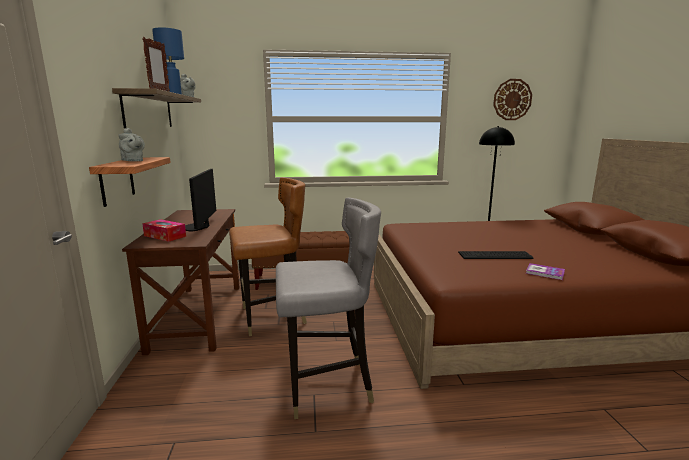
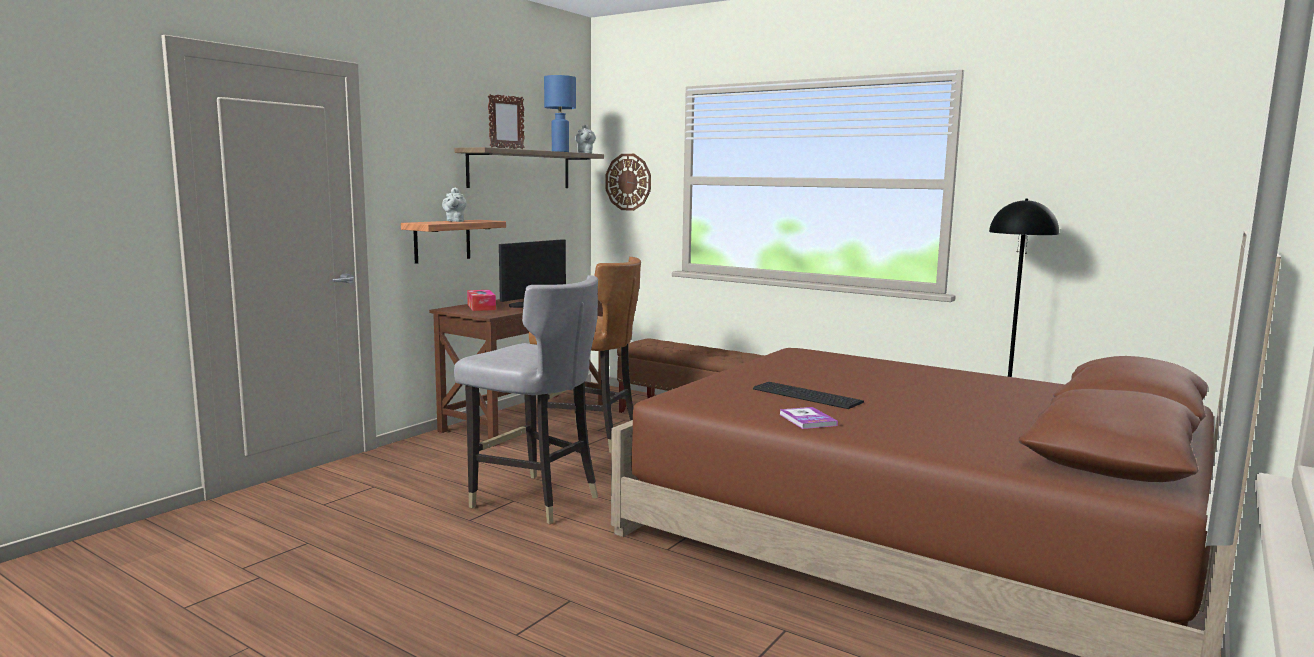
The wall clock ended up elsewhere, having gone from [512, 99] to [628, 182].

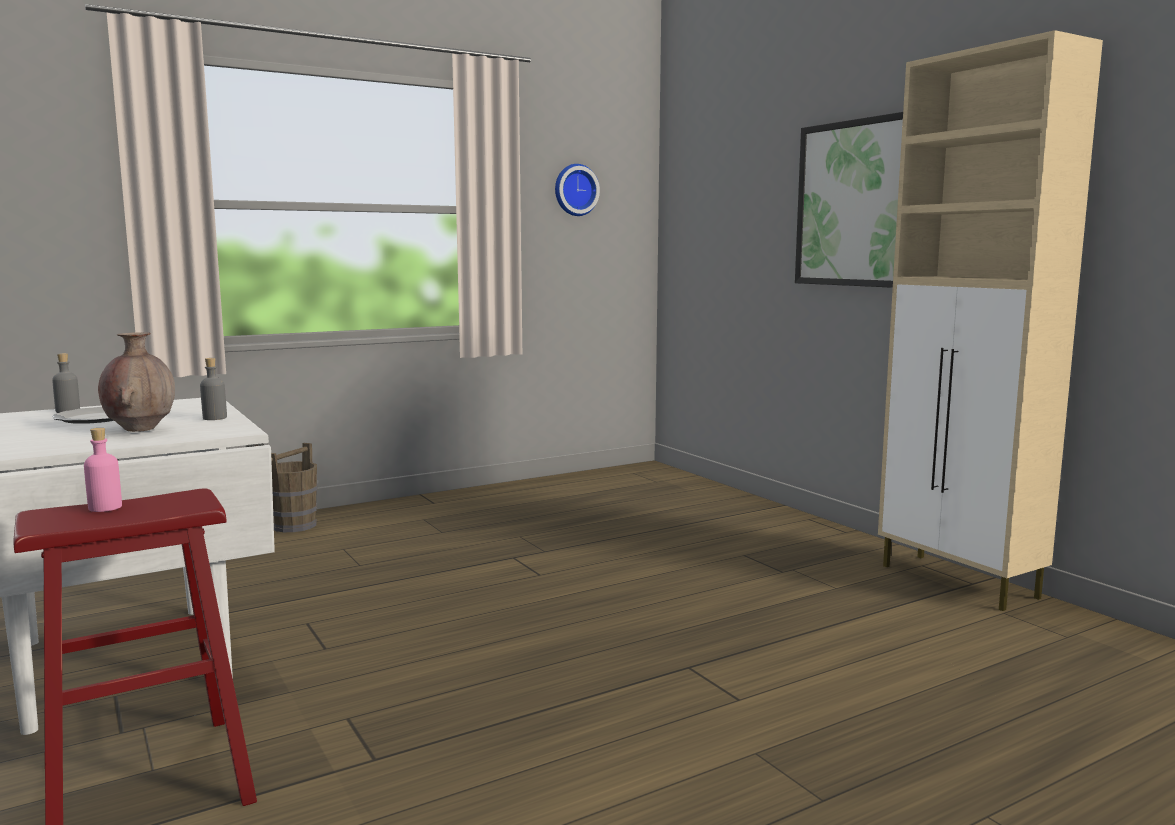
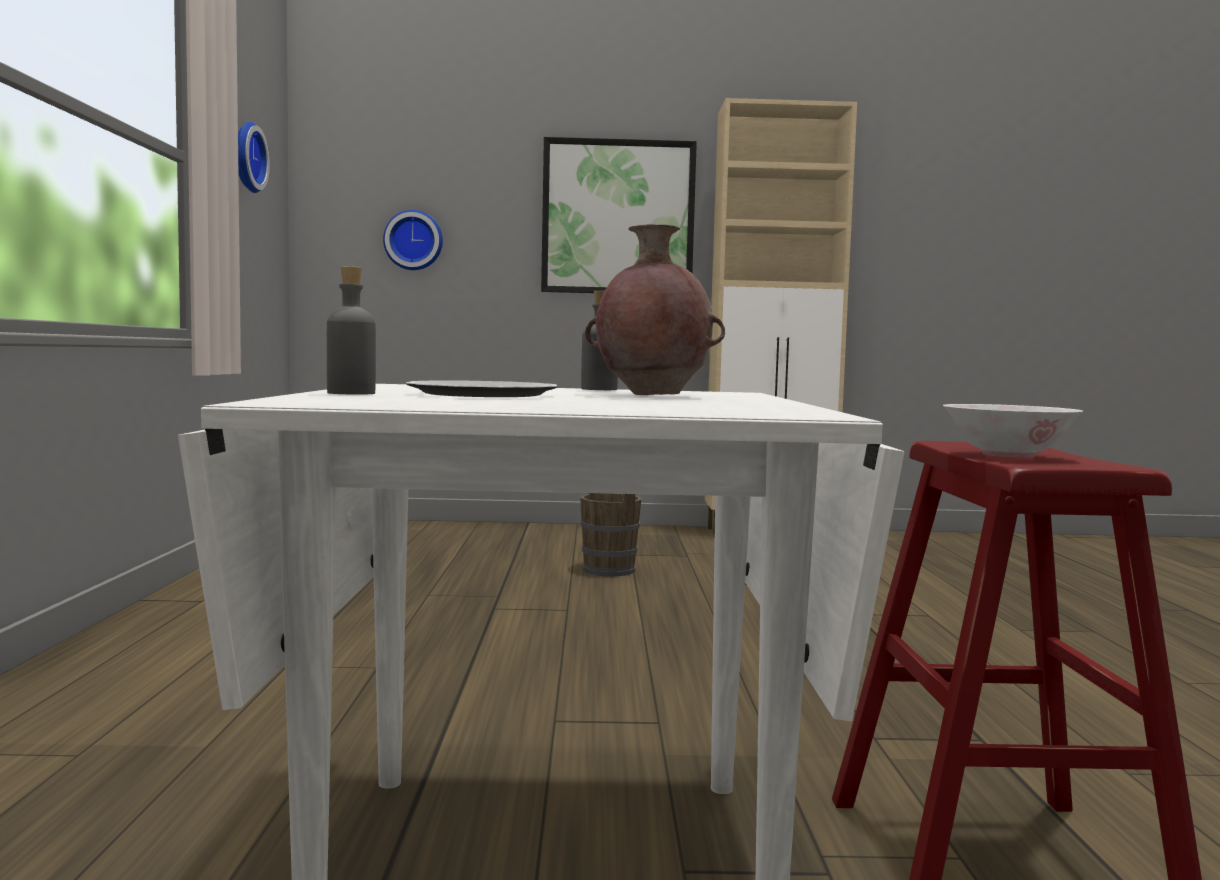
Where the pinkish beverage bottle stood at [103, 470], the white-coloured deep dish came to stand at [1013, 431].
The brownish bucket ended up elsewhere, having gone from [294, 487] to [610, 535].
The second view gained the wall clock at [413, 240].

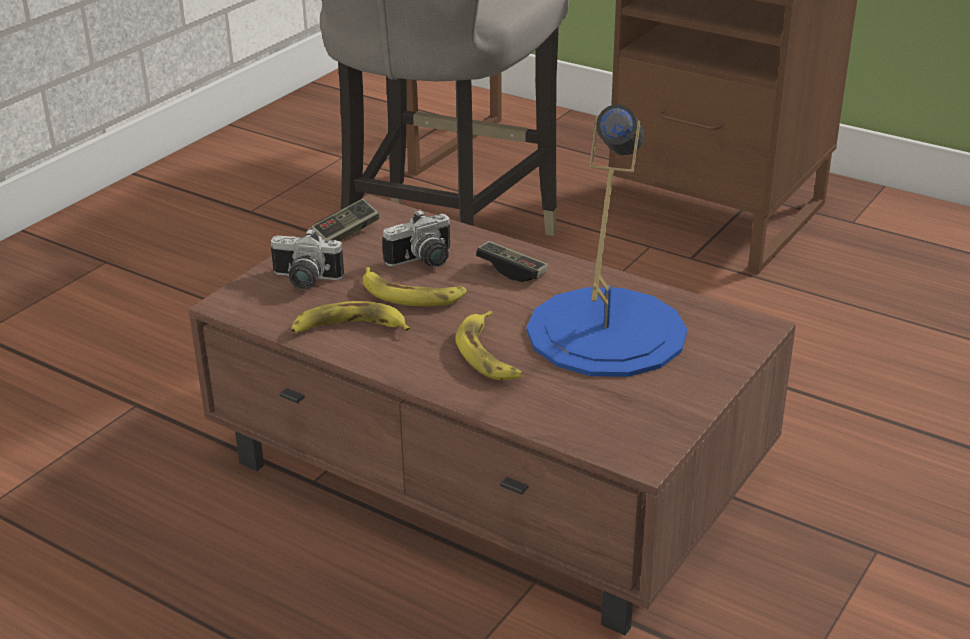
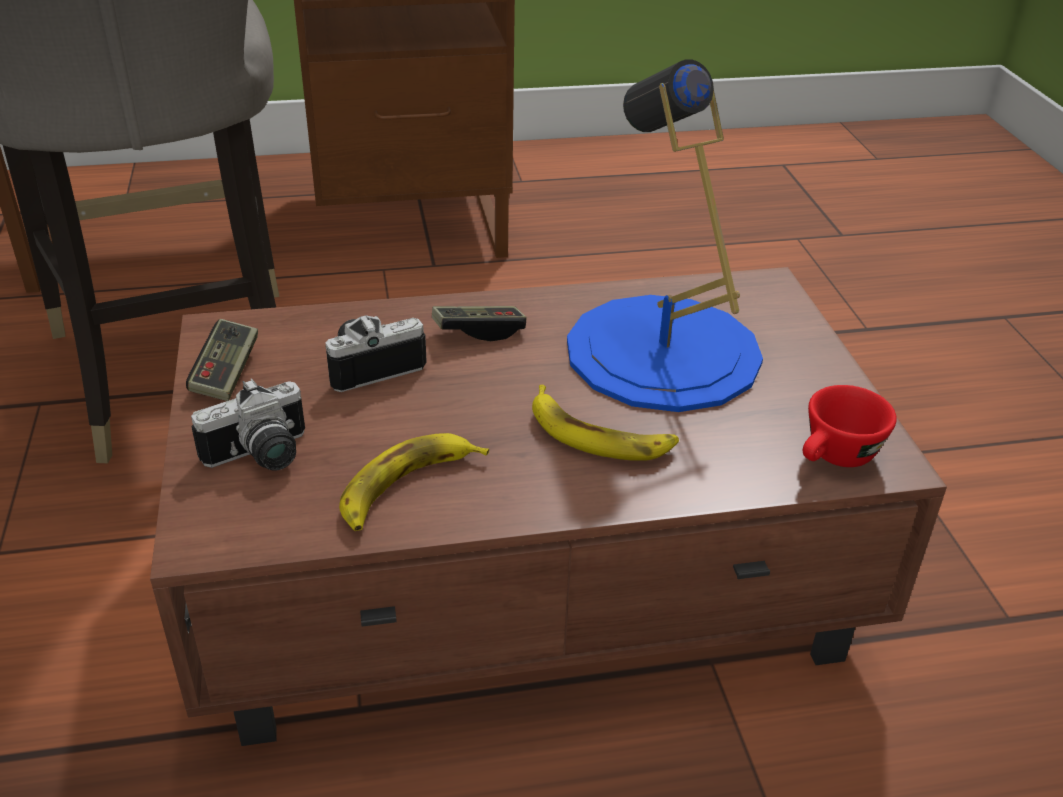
The second view lost the whole banana at [414, 287].
The still camera at [416, 238] ended up facing another way, 135 degrees counterclockwise from before.
The second view gained the reddish small cup at [850, 426].

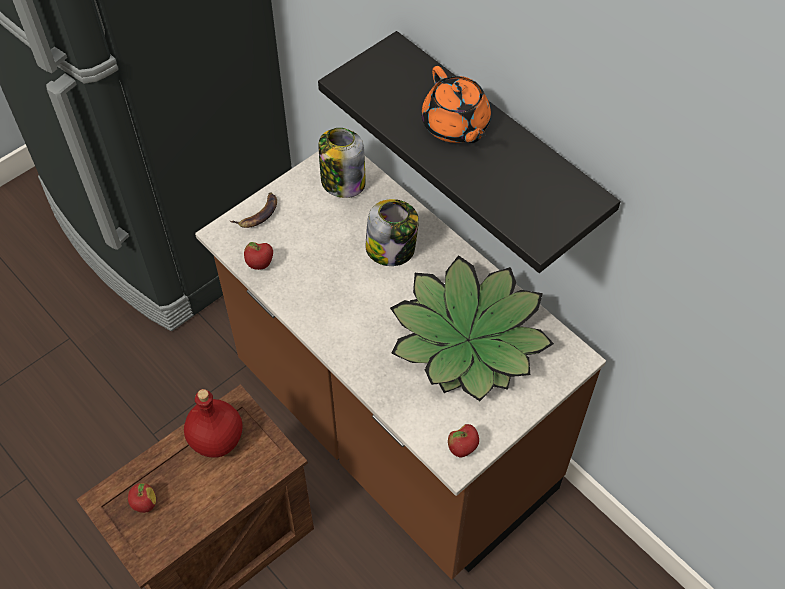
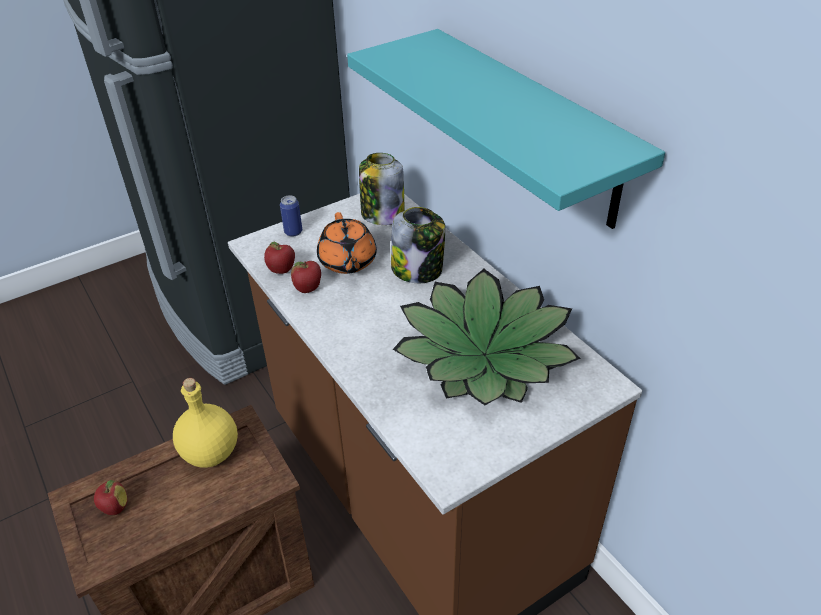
What was the reddish beverage bottle at [213, 423] turned into the yellowish beverage bottle at [205, 423].
Where the whole banana stood at [253, 210], the metal can came to stand at [291, 216].
What was the blackish bracket shelf at [469, 152] turned into the blue-green bracket shelf at [506, 129].
The orangey teapot ended up elsewhere, having gone from [456, 104] to [347, 243].
The whole apple ended up elsewhere, having gone from [463, 440] to [306, 277].

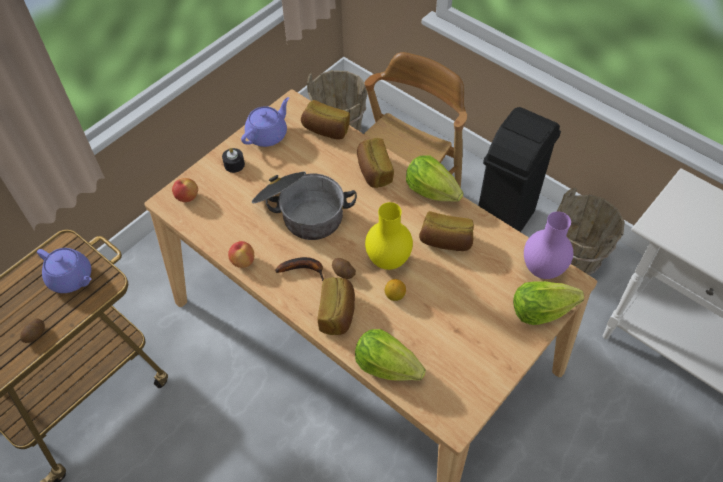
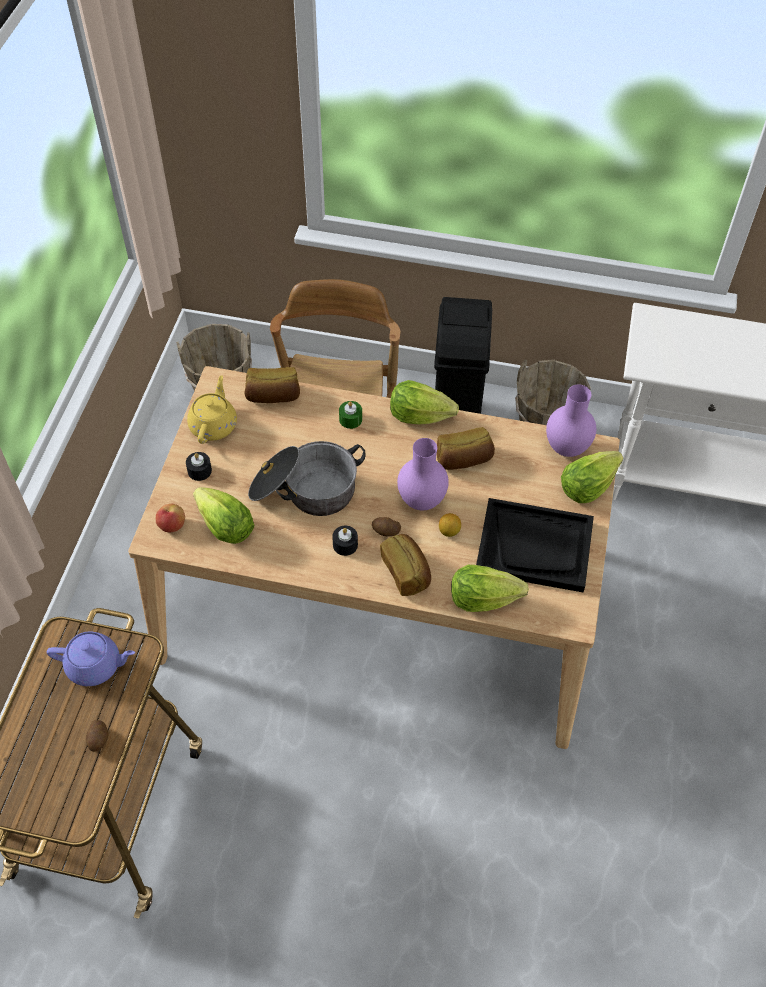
The second view lost the whole apple at [241, 254].
What was the purplish teapot at [265, 122] turned into the yellowish teapot at [212, 409].
Where the whole banana stood at [299, 269], the blackish wax candle came to stand at [345, 541].
Where the bread stood at [375, 163], the greenish wax candle came to stand at [350, 415].
What was the yellowish vase at [389, 236] turned into the purplish vase at [423, 474].
The second view gained the lettuce at [224, 515].
The second view gained the blackish serving tray at [535, 545].

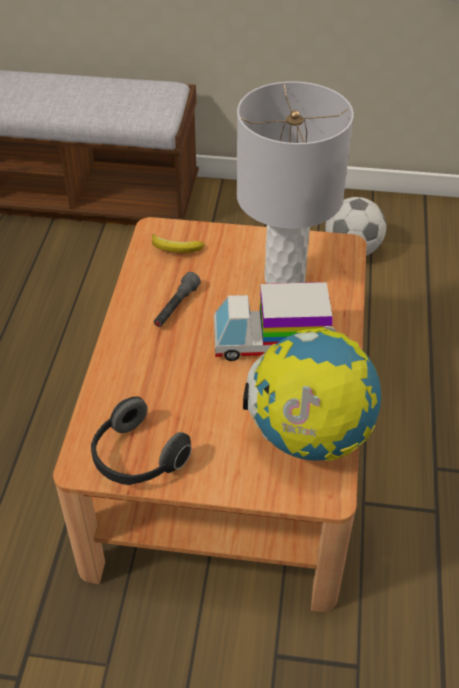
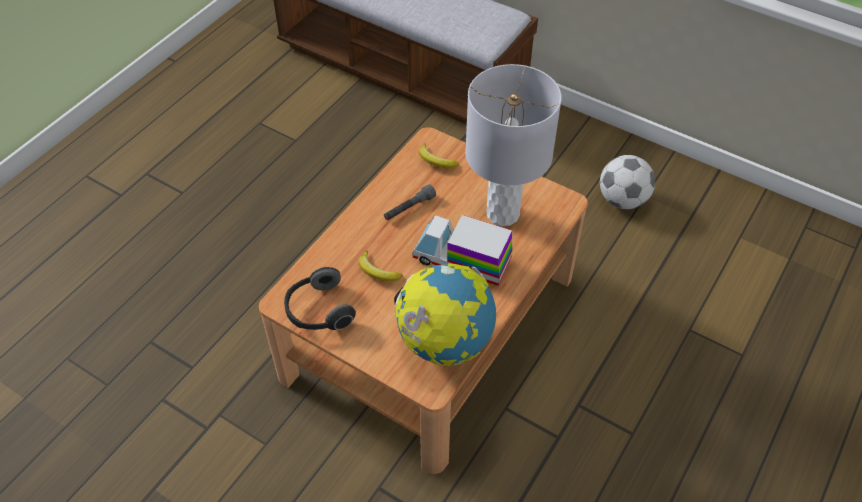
The second view gained the whole banana at [380, 266].

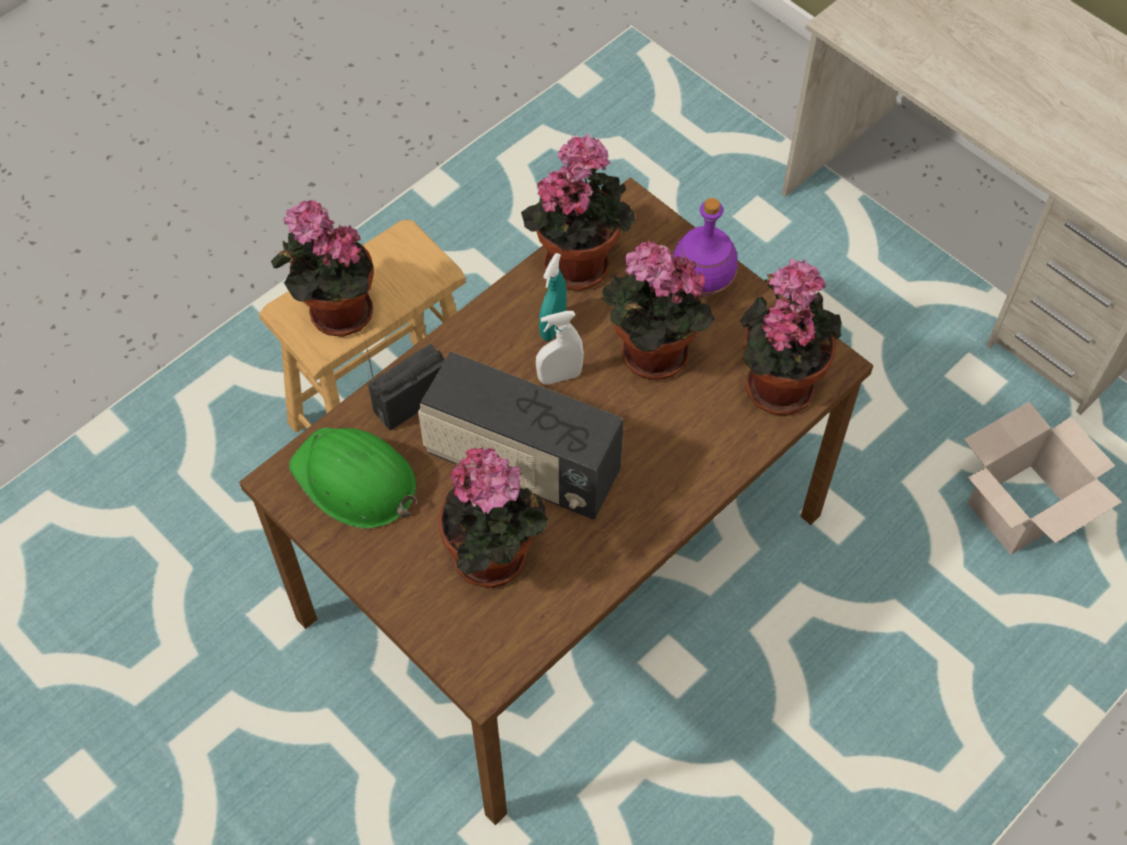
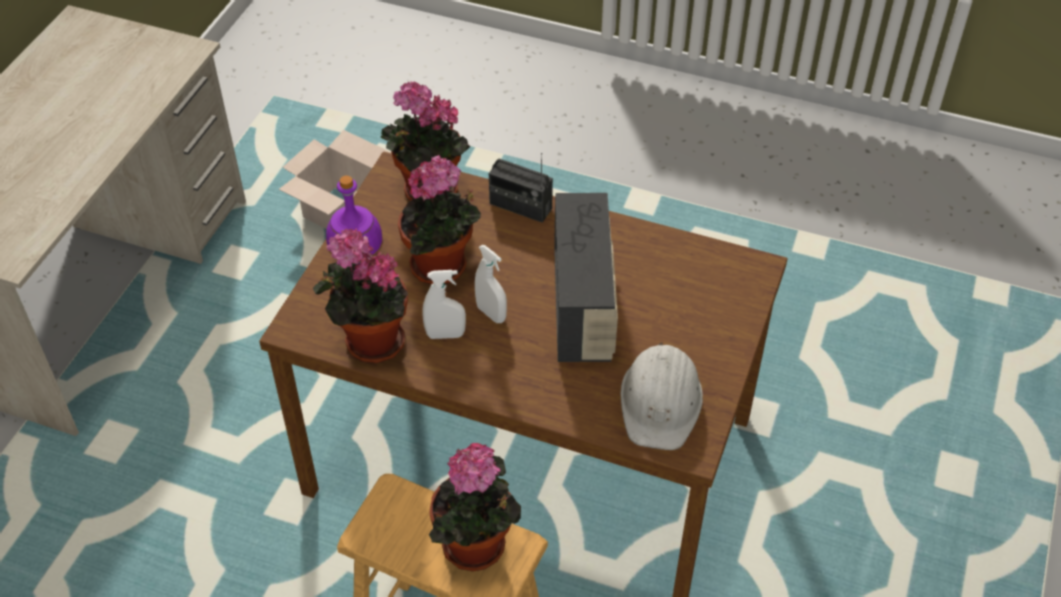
What was the greenish work helmet at [353, 478] turned into the white-coloured work helmet at [662, 396].
The radio receiver ended up elsewhere, having gone from [406, 387] to [521, 188].
The second view lost the potted plant at [493, 517].
What was the blue-green hand sprayer at [552, 297] turned into the white-coloured hand sprayer at [444, 304].

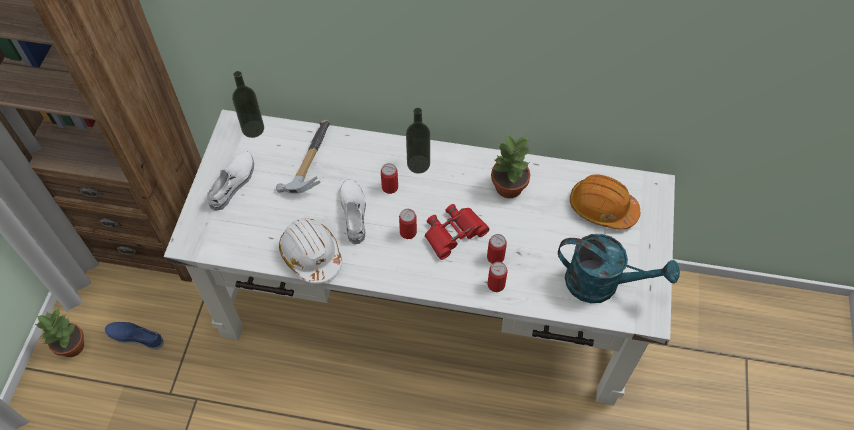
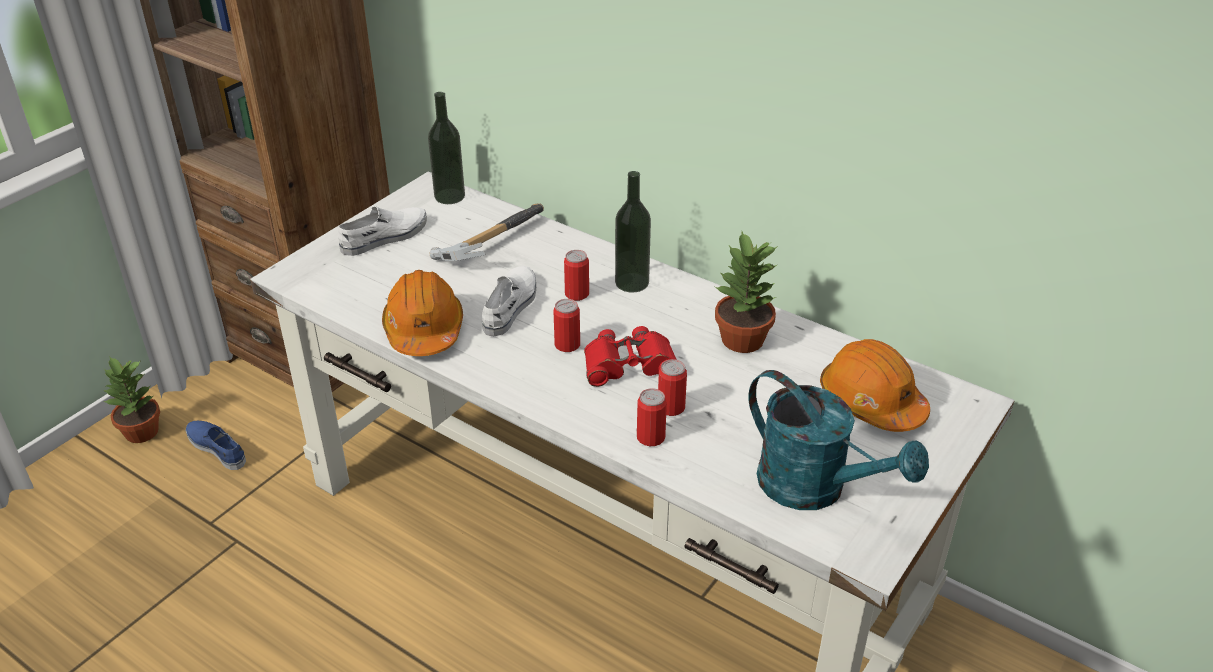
What was the white-coloured work helmet at [310, 251] turned into the orangey work helmet at [422, 313].

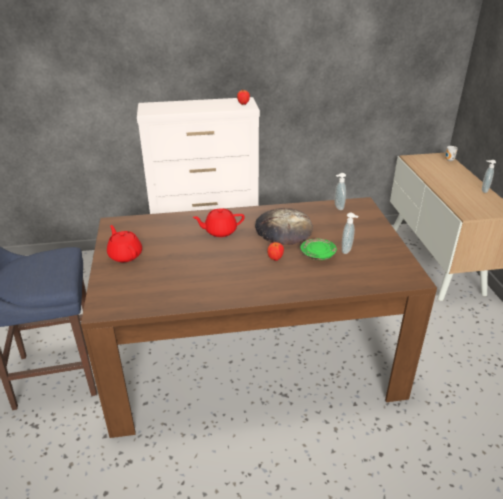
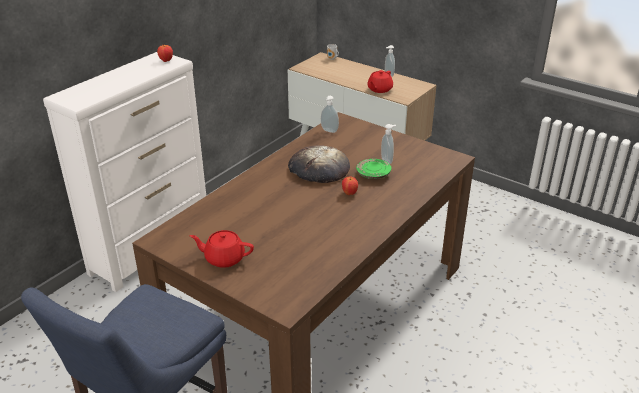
The reddish teapot ended up elsewhere, having gone from [218, 222] to [380, 81].

